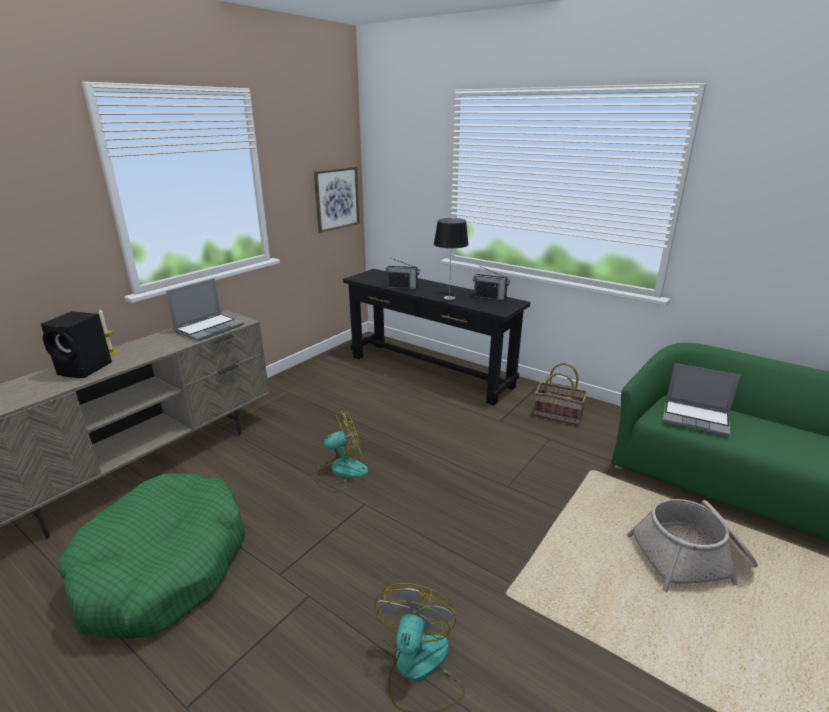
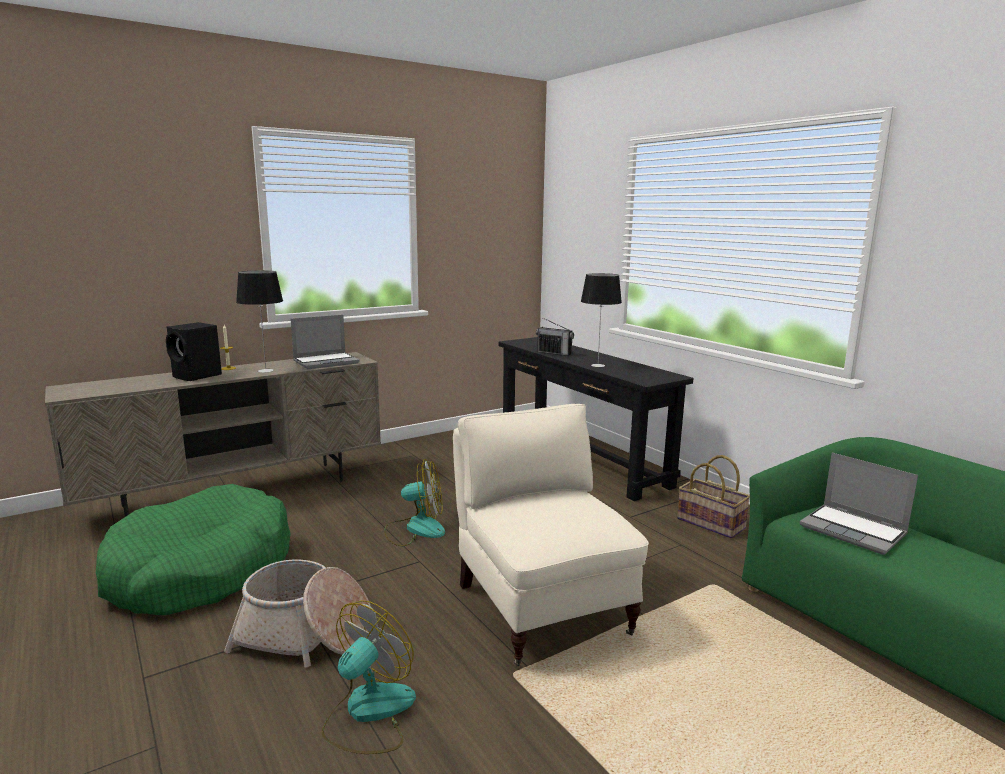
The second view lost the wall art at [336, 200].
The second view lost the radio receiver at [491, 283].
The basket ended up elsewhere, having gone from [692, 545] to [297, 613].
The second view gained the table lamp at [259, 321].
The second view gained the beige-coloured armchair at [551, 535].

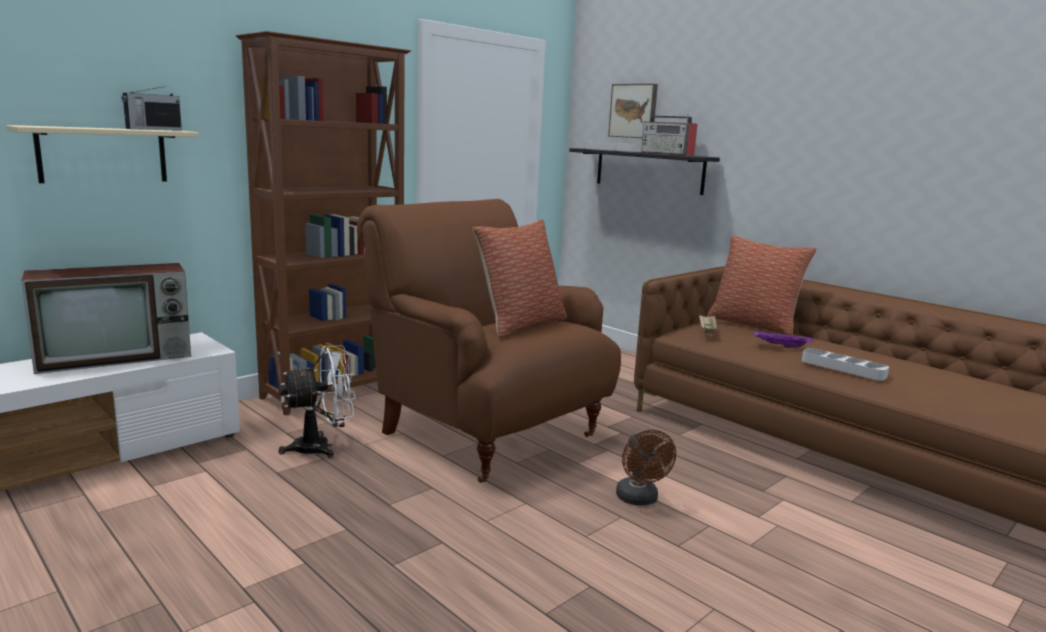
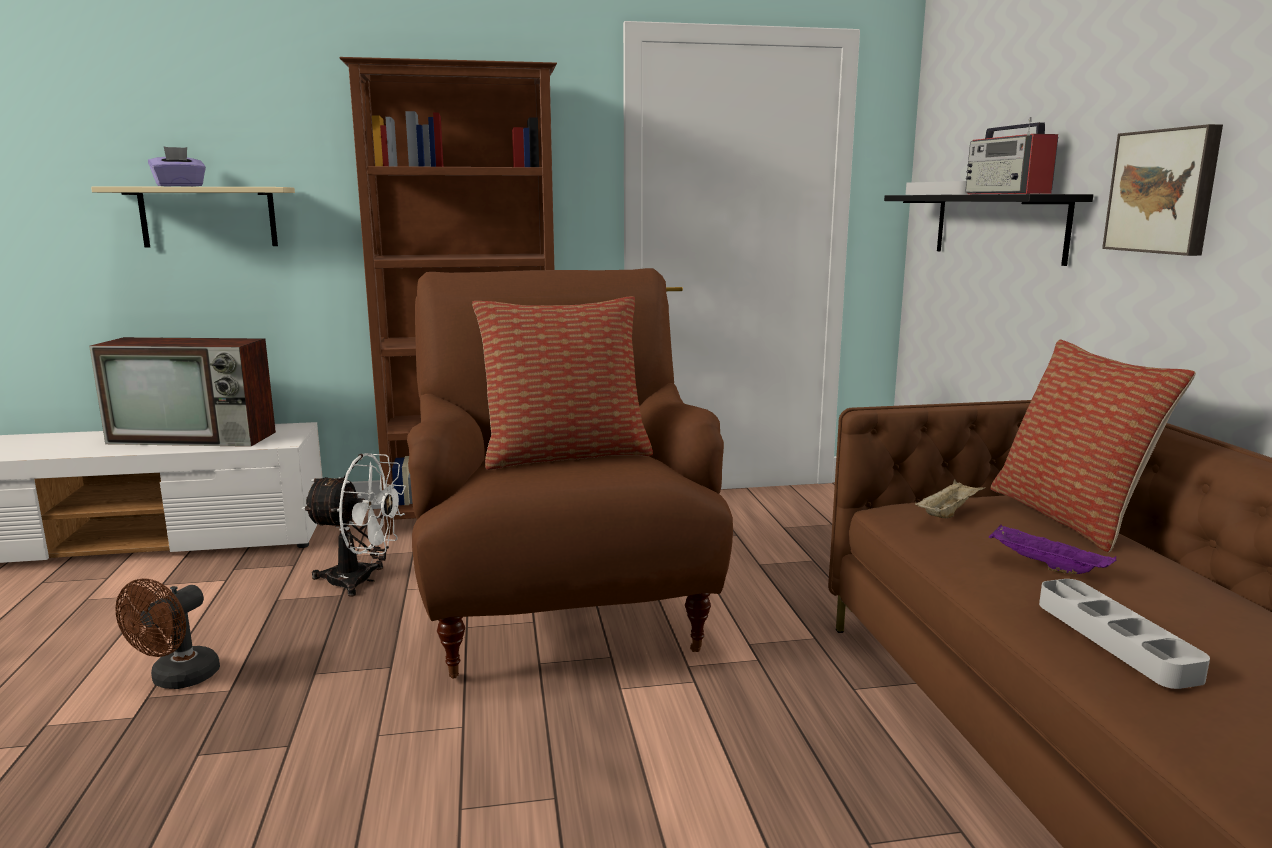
The second view lost the radio receiver at [152, 108].
The wall art ended up elsewhere, having gone from [633, 111] to [1162, 190].
The brownish electric fan ended up elsewhere, having gone from [646, 467] to [168, 633].
The second view gained the purplish box of tissues at [177, 167].

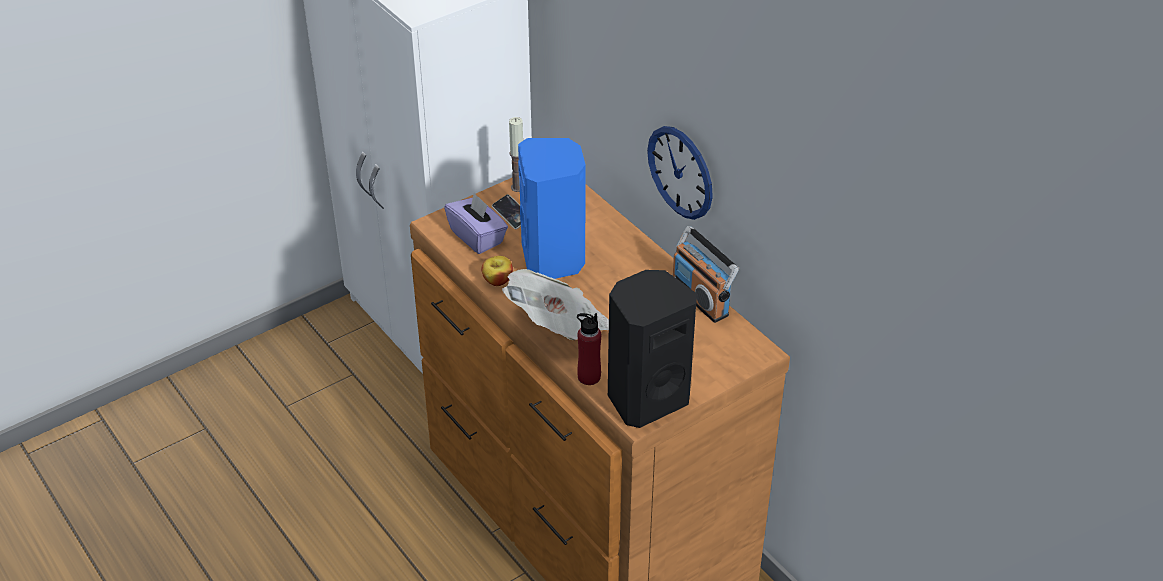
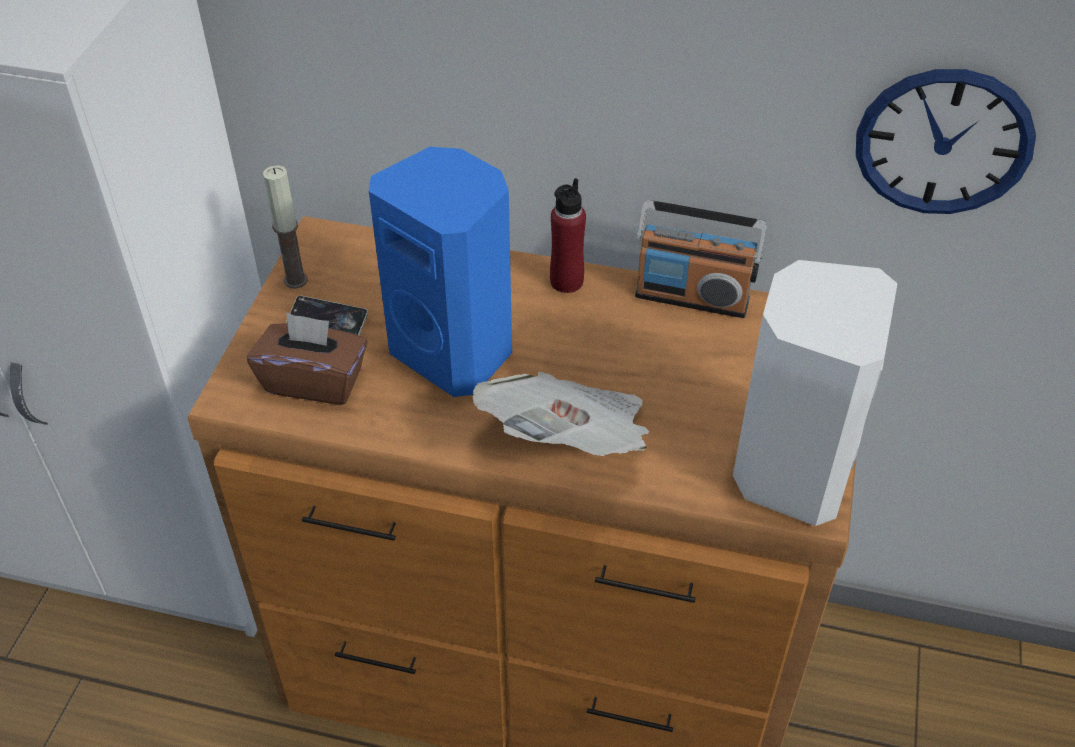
What was the purplish box of tissues at [476, 223] turned into the brownish box of tissues at [307, 358].
The second view lost the whole apple at [497, 271].
The reddish beverage bottle ended up elsewhere, having gone from [589, 349] to [568, 235].
What was the blackish loudspeaker at [652, 349] turned into the white-coloured loudspeaker at [815, 393].
The wall clock ended up elsewhere, having gone from [680, 173] to [946, 141].

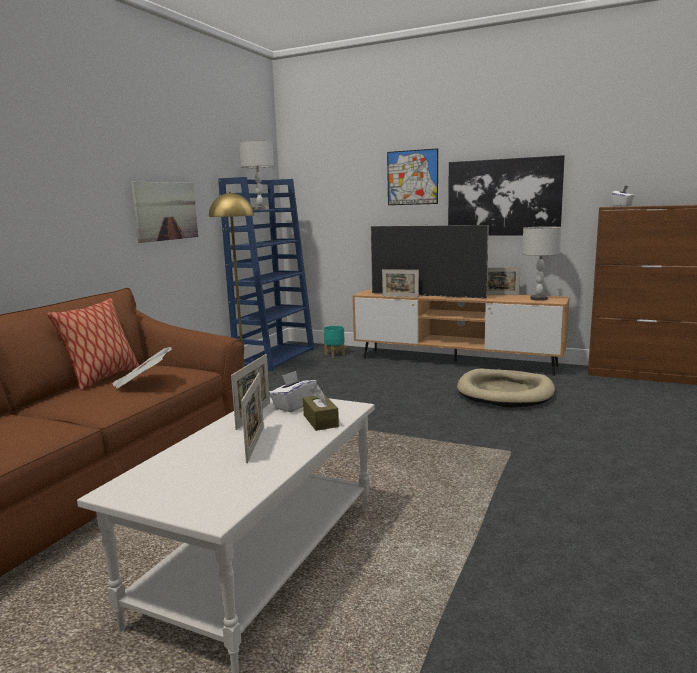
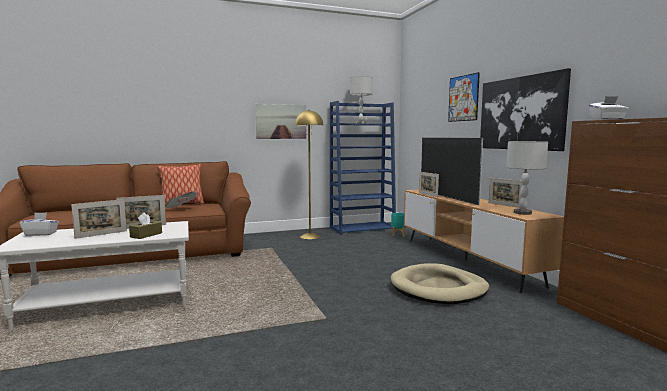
The white-coloured box of tissues ended up elsewhere, having gone from [293, 391] to [39, 224].

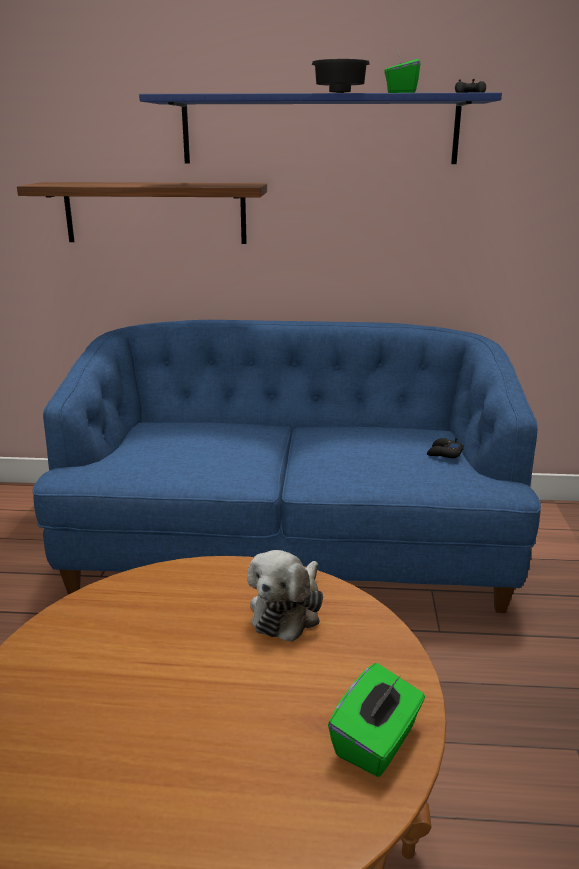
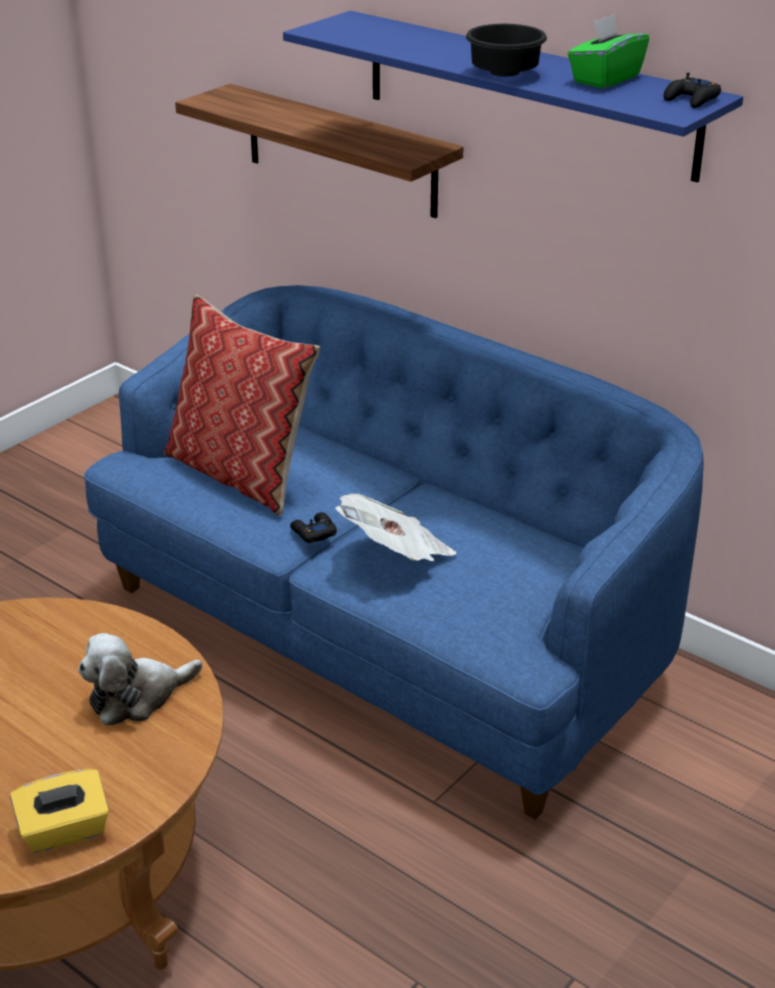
What was the greenish box of tissues at [376, 720] turned into the yellowish box of tissues at [59, 811].
The blackish gamepad ended up elsewhere, having gone from [445, 448] to [313, 527].
The second view gained the throw pillow at [242, 405].
The second view gained the daily paper at [395, 527].

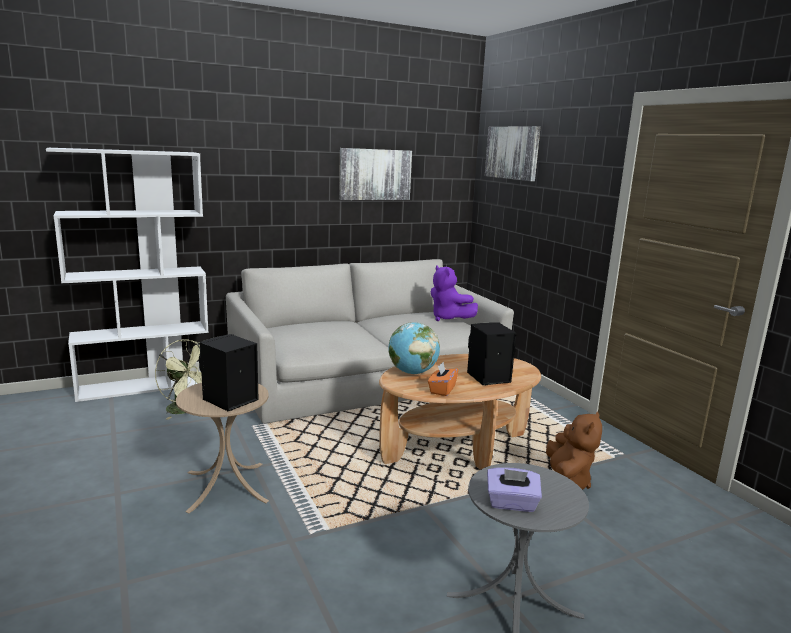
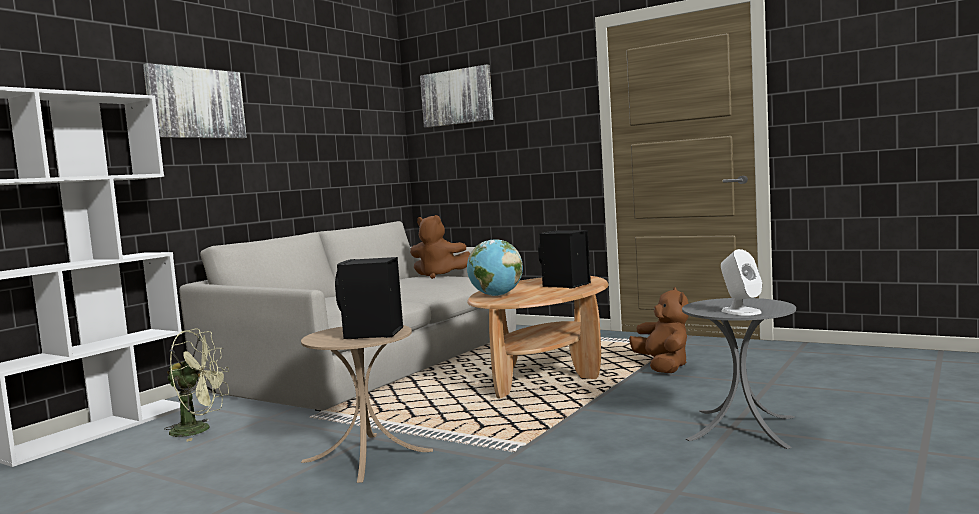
The wall art ended up elsewhere, having gone from [375, 174] to [195, 100].
The second view lost the orangey box of tissues at [443, 379].
What was the purplish cuddly toy at [454, 293] turned into the brownish cuddly toy at [440, 247].
Where the purplish box of tissues stood at [514, 489], the white-coloured loudspeaker came to stand at [741, 282].

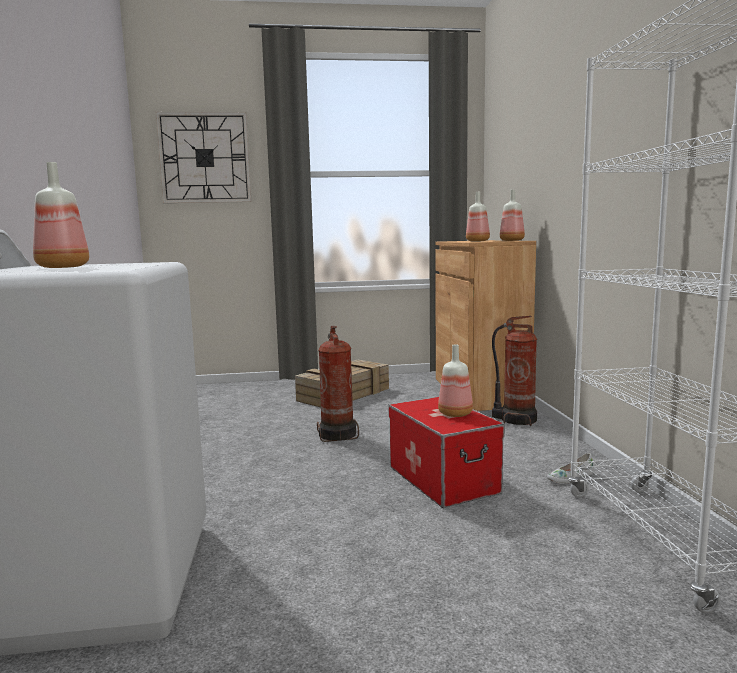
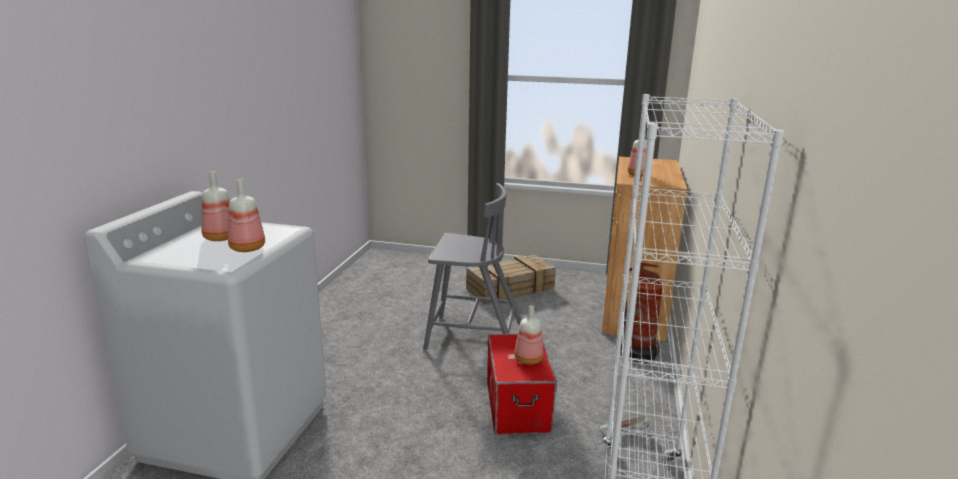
The second view lost the wall clock at [204, 157].
Where the fire-fighting cylinder stood at [338, 384], the grey chair came to stand at [472, 266].
The beverage bottle ended up elsewhere, having gone from [512, 215] to [246, 215].

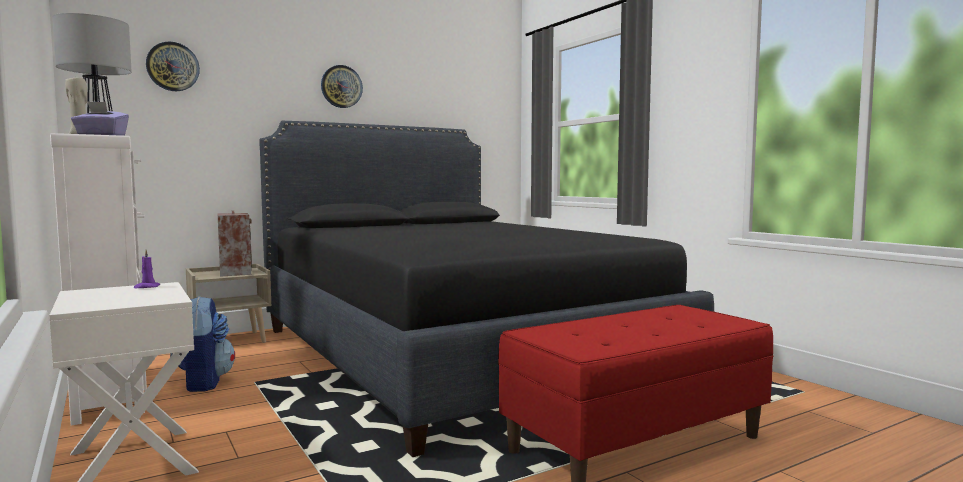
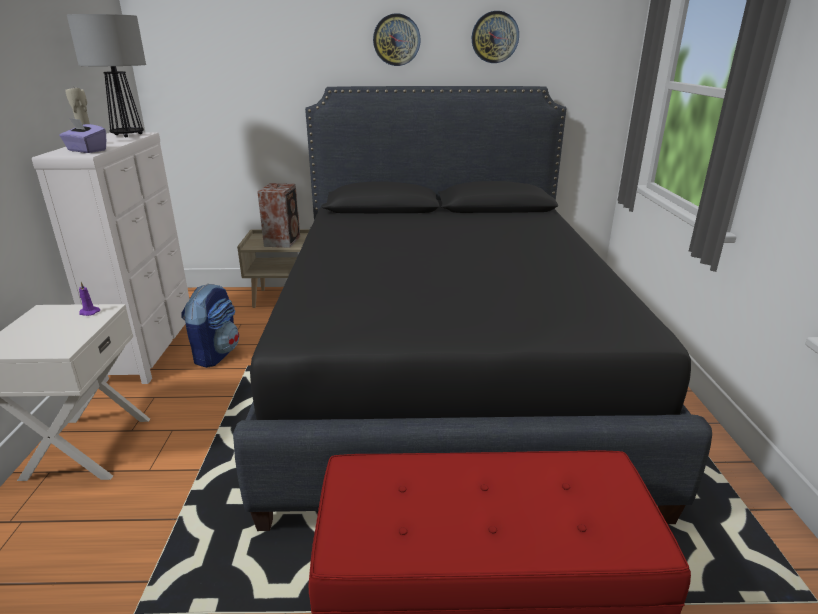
The wall clock ended up elsewhere, having gone from [173, 66] to [495, 37].

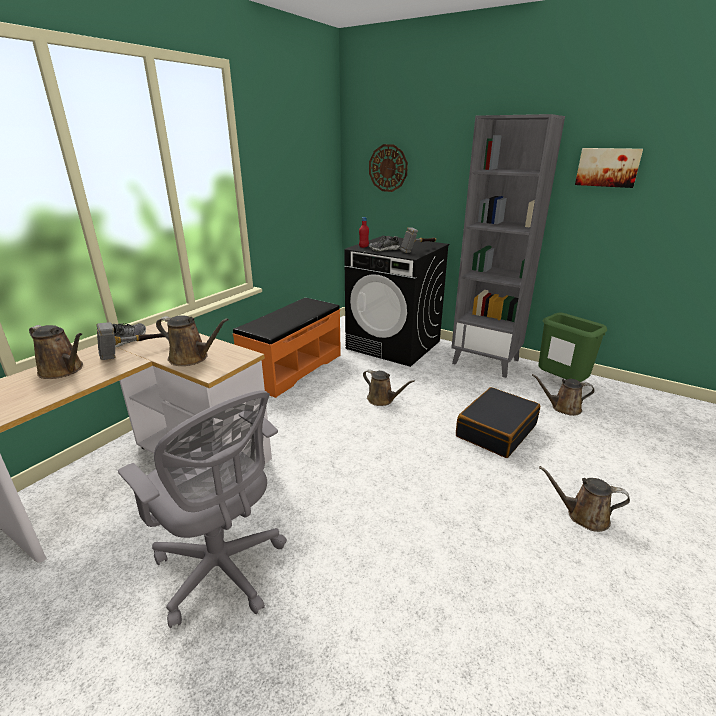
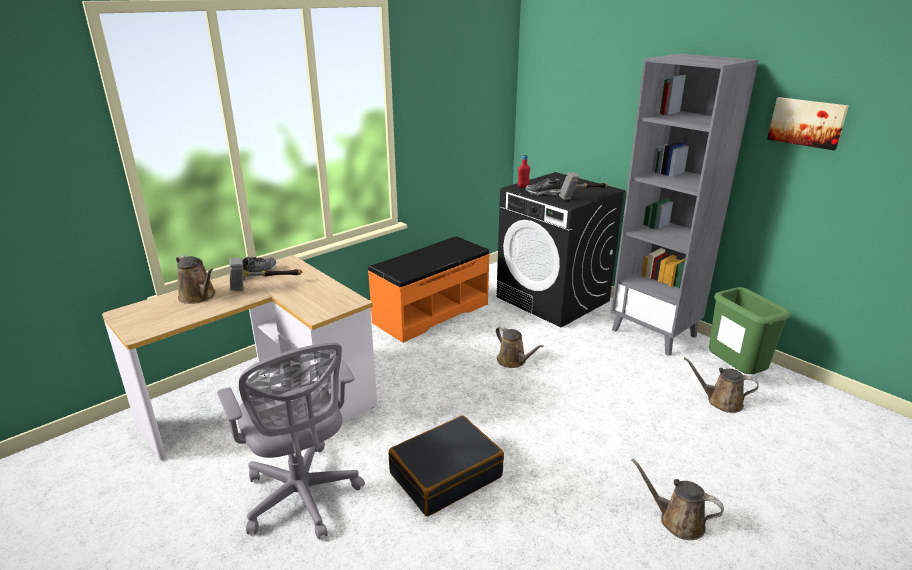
The second view lost the brownish watering can at [192, 341].
The second view lost the wall clock at [388, 168].
The blackish piece of luggage ended up elsewhere, having gone from [498, 422] to [446, 465].

